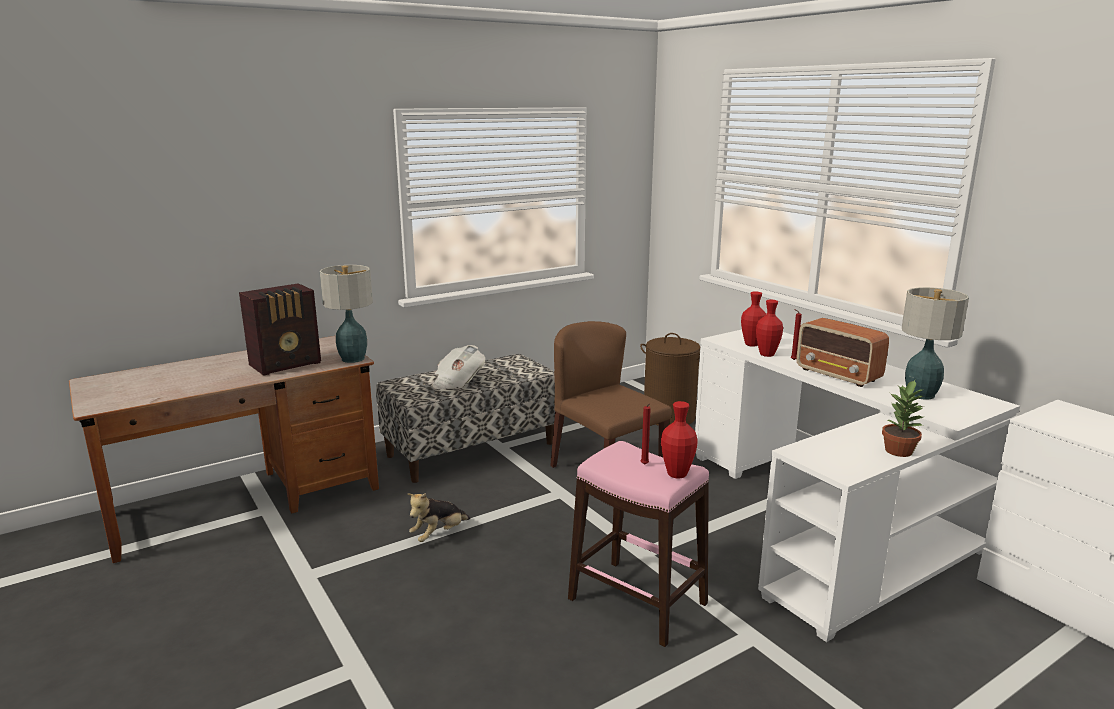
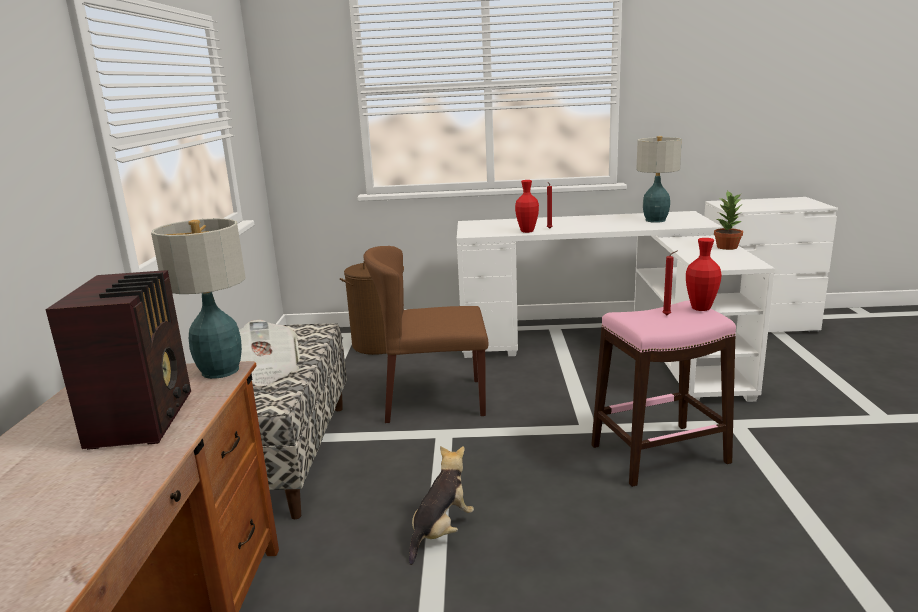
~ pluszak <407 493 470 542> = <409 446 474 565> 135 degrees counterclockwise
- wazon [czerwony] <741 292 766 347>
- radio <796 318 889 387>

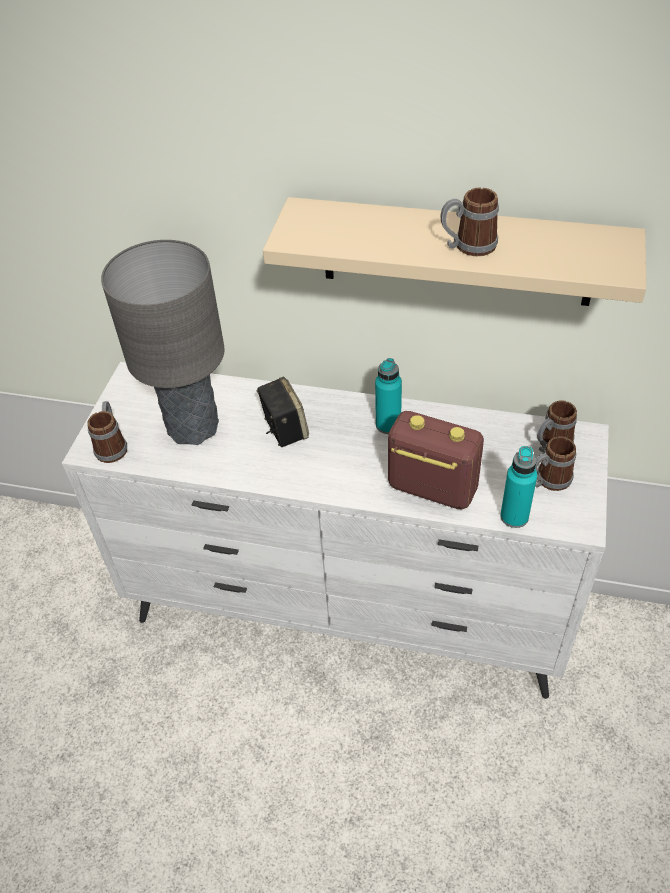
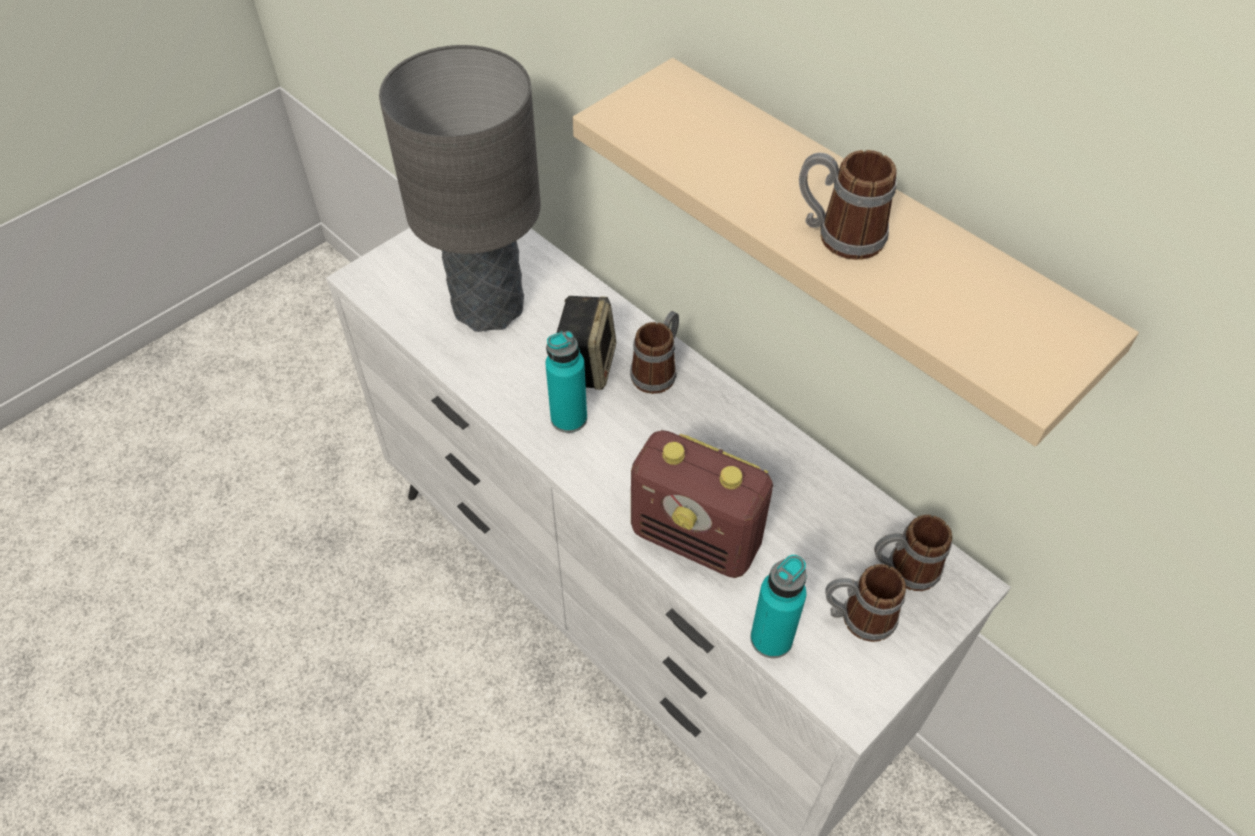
~ butelka [turkusowy] <375 358 402 434> to <545 331 587 433>
~ kubek <87 401 127 463> to <630 311 679 394>
~ radio <388 411 484 509> = <631 430 773 578> 150 degrees clockwise

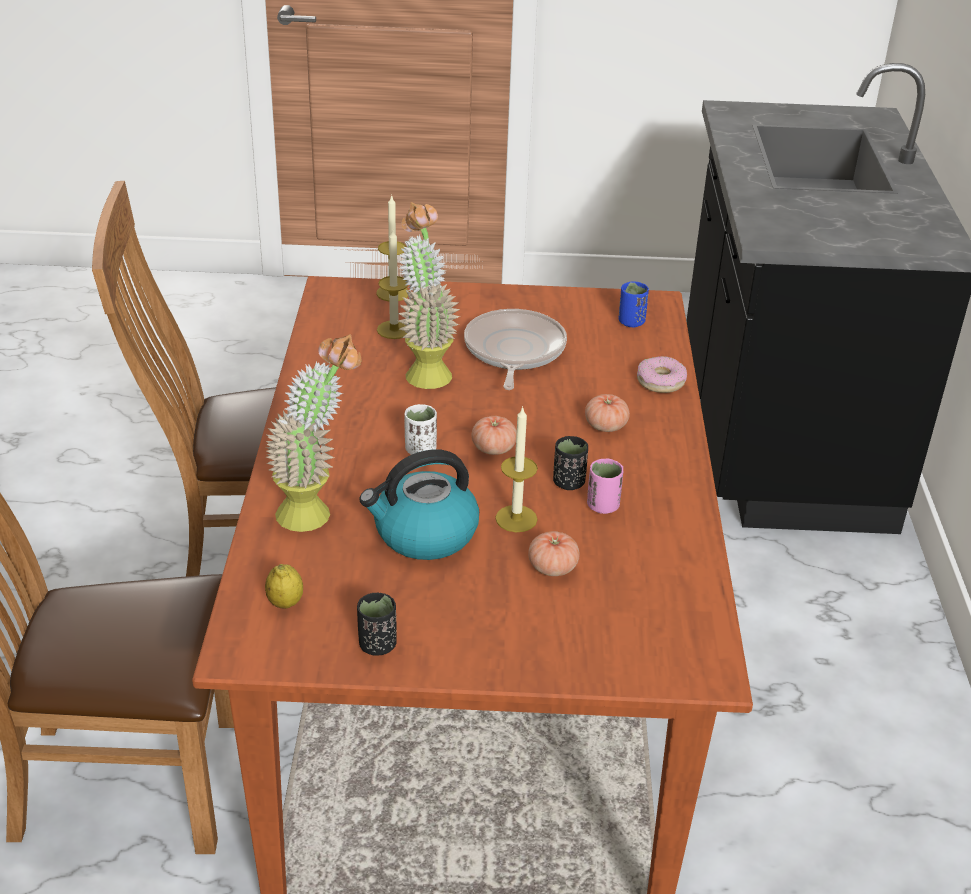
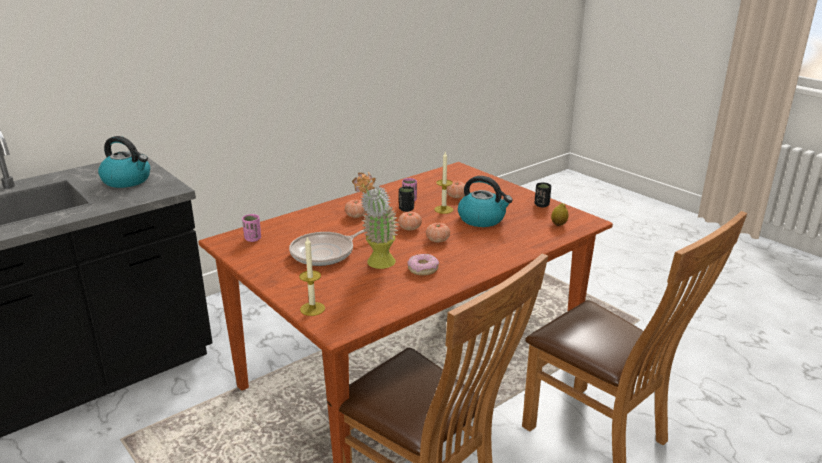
+ czajnik <98 136 150 188>
~ filiżanka [niebieski] <619 281 649 327> to filiżanka [różowy] <242 214 261 242>
~ donut <637 356 687 393> to <407 254 439 275>
~ filiżanka [biały] <404 404 437 455> to pomidor <426 223 450 242>
- roślina doniczkowa <266 334 362 532>
- świeca <377 230 408 339>

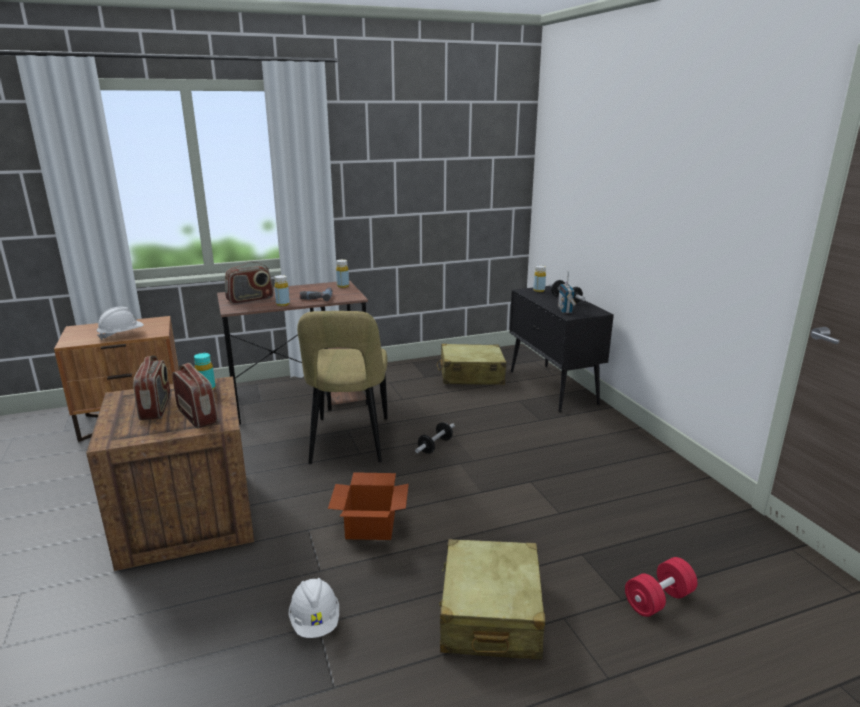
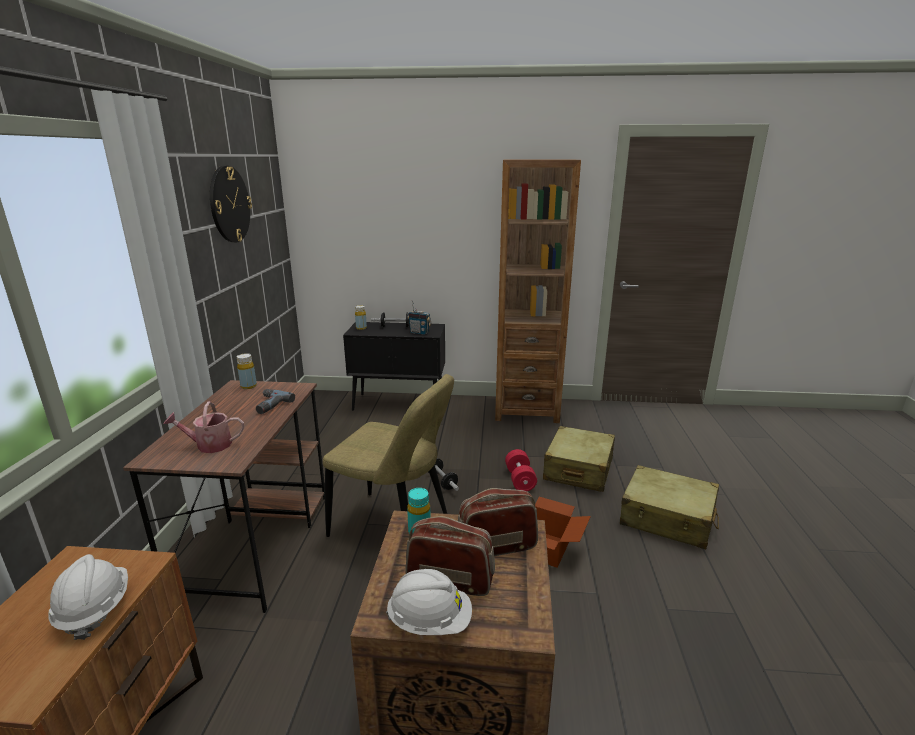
~ radio <225 261 274 304> to konewka <164 401 244 453>
+ zegar ścienny <210 166 252 242>
~ kask [biały] <288 578 339 638> to <386 569 472 635>
+ regał [brązowy] <495 159 581 423>
~ hantel [czerwony] <625 557 697 617> to <505 449 537 491>
~ walizka [beżowy] <437 344 506 385> to <543 426 615 492>
- butelka [żółty] <274 275 290 306>

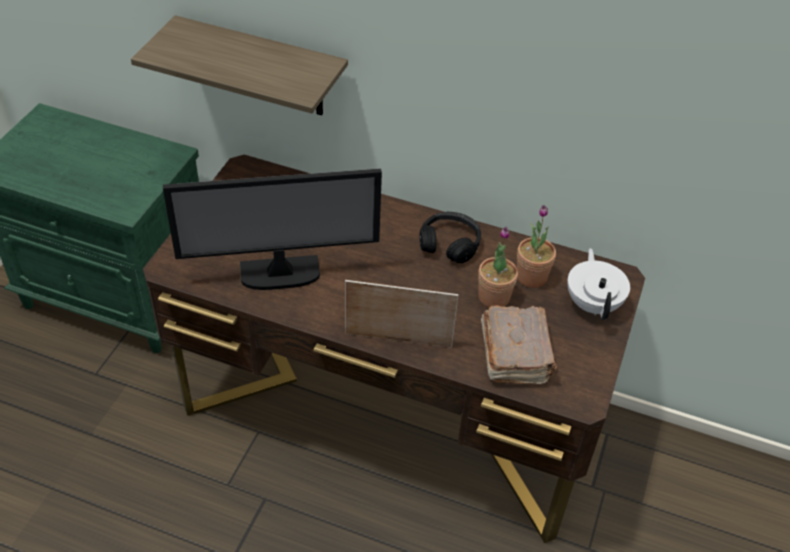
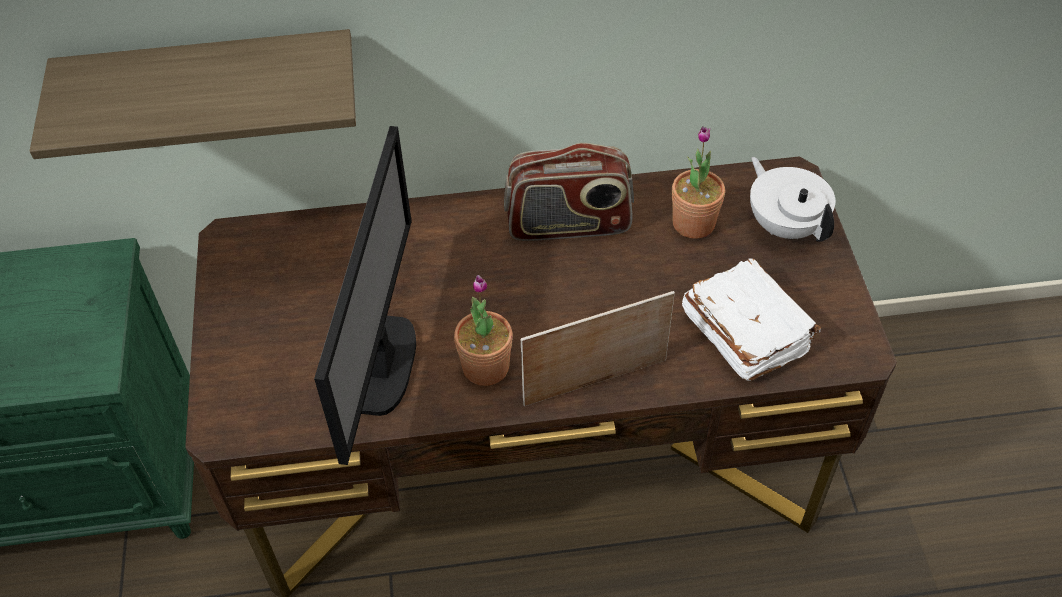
~ monitor <163 168 382 290> = <314 126 416 465> 45 degrees counterclockwise
~ roślina doniczkowa <478 226 518 308> to <454 275 513 386>
~ słuchawki [czarny] <419 212 481 263> to radio <504 143 634 241>
~ książka [brązowy] <481 305 557 384> to książka [biały] <682 259 821 381>

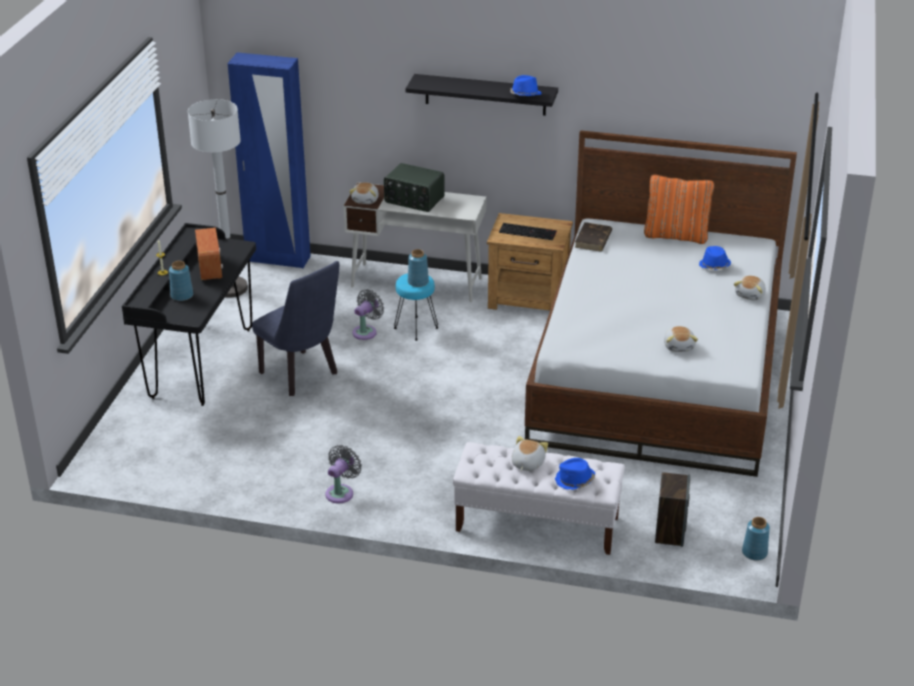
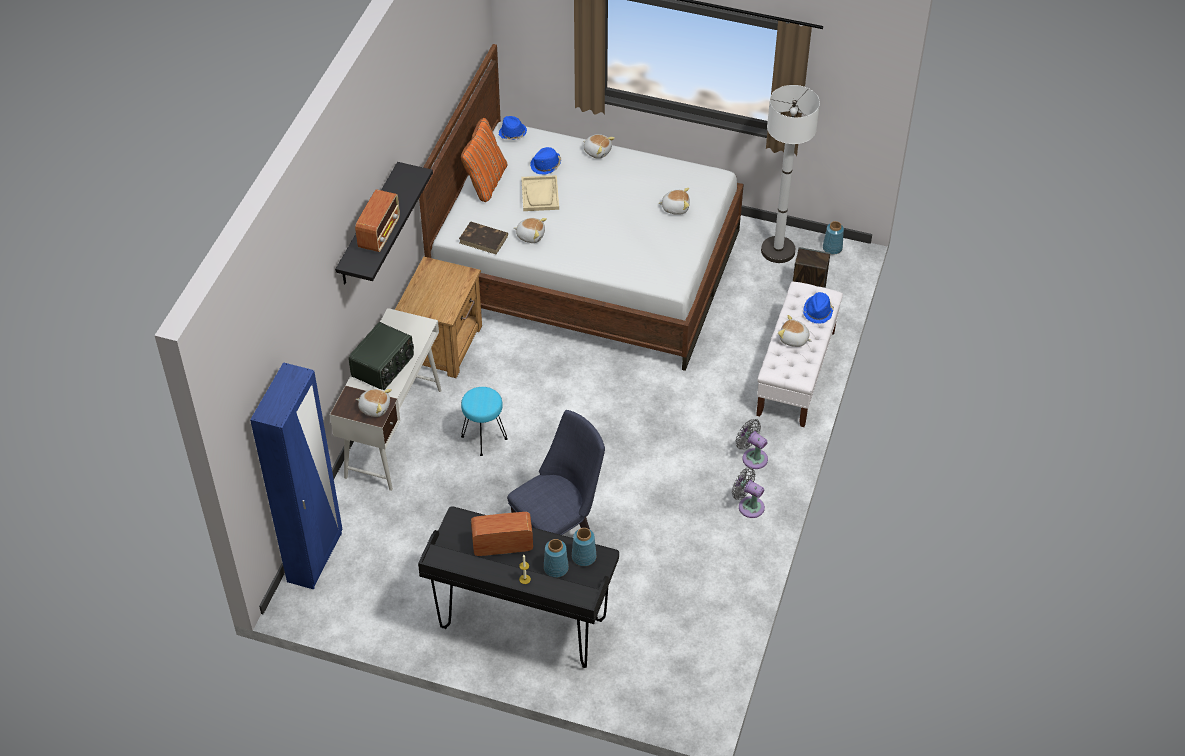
+ radio <355 189 400 252>
~ kapelusz [niebieski] <510 75 542 96> to <499 116 527 140>
+ pluszak <514 218 547 243>
+ taca [beżowy] <521 175 559 211>
~ wazon [niebieski] <408 249 429 287> to <572 528 596 566>
~ wentylator [szary] <352 289 384 340> to <735 419 768 469>
~ lampa stojąca [biały] <188 99 248 298> to <761 85 820 263>
- klawiatura <499 223 557 240>

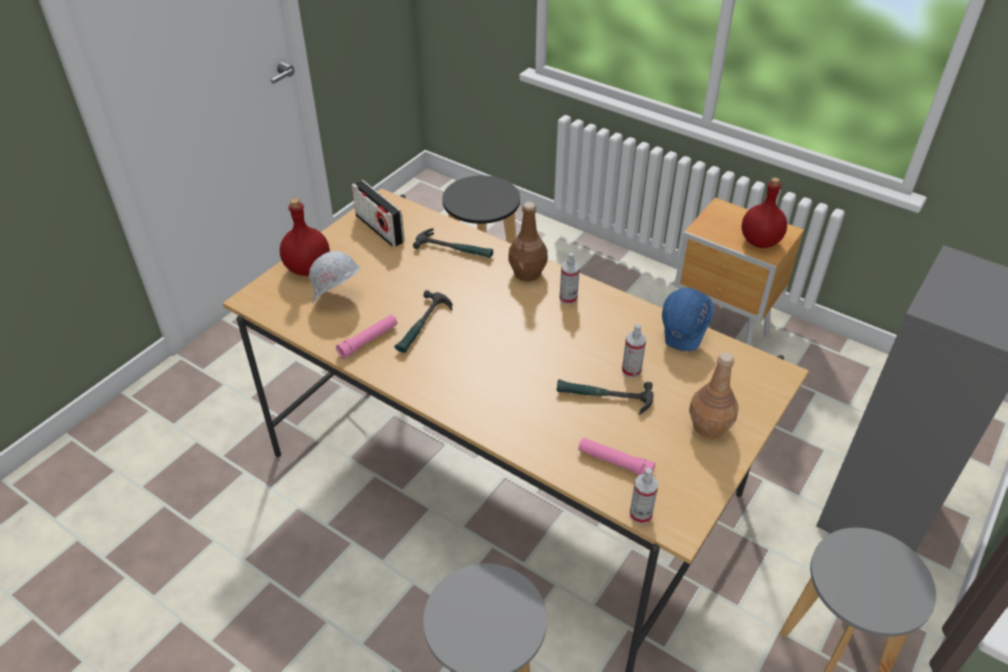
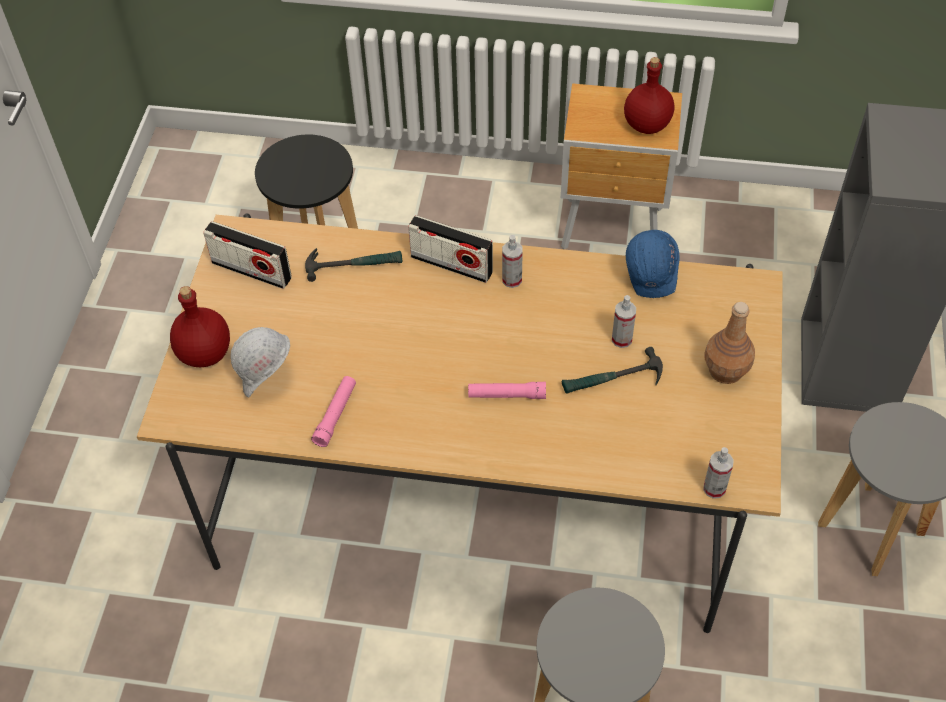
~ butelka [brązowy] <508 202 548 281> to radio <408 215 493 283>
~ latarka [różowy] <578 438 655 475> to <468 382 546 399>
- młotek <394 290 453 353>

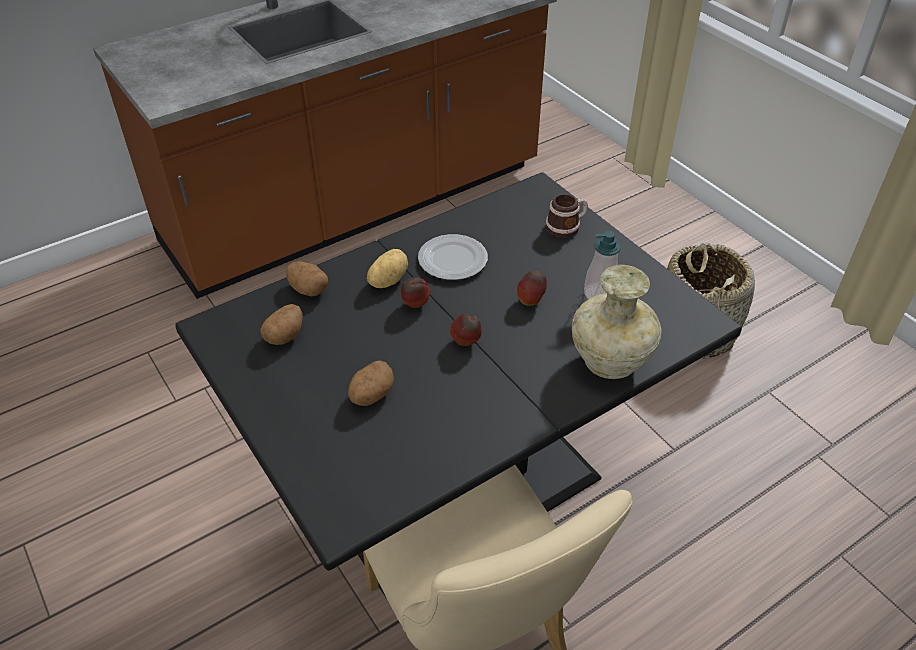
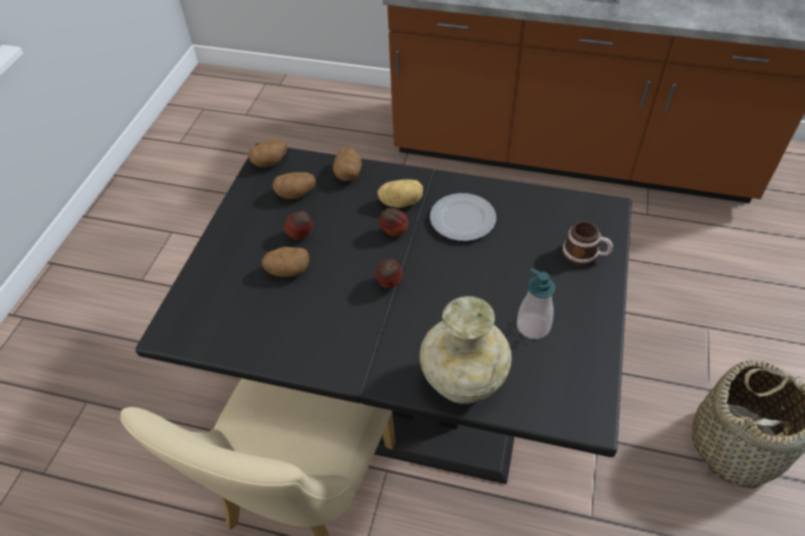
+ ziemniak <248 139 287 167>
~ jabłko <517 271 547 305> to <285 211 313 240>

